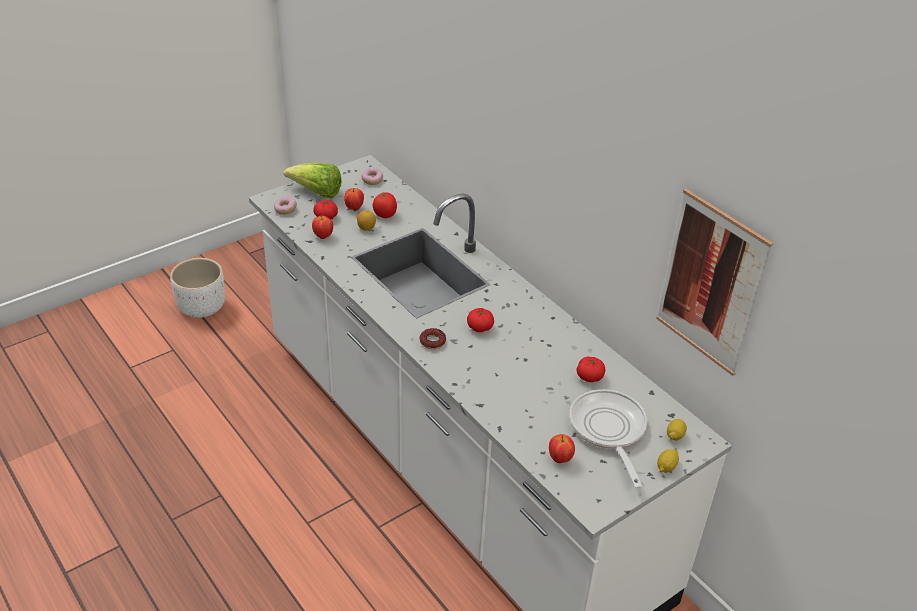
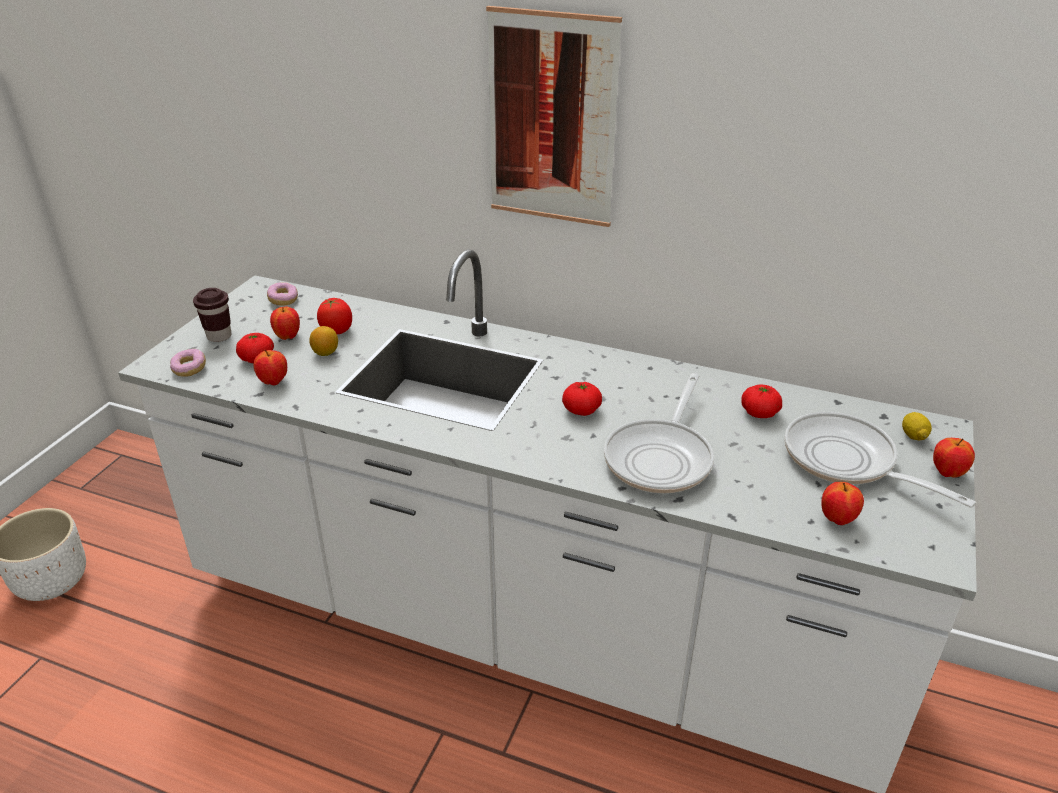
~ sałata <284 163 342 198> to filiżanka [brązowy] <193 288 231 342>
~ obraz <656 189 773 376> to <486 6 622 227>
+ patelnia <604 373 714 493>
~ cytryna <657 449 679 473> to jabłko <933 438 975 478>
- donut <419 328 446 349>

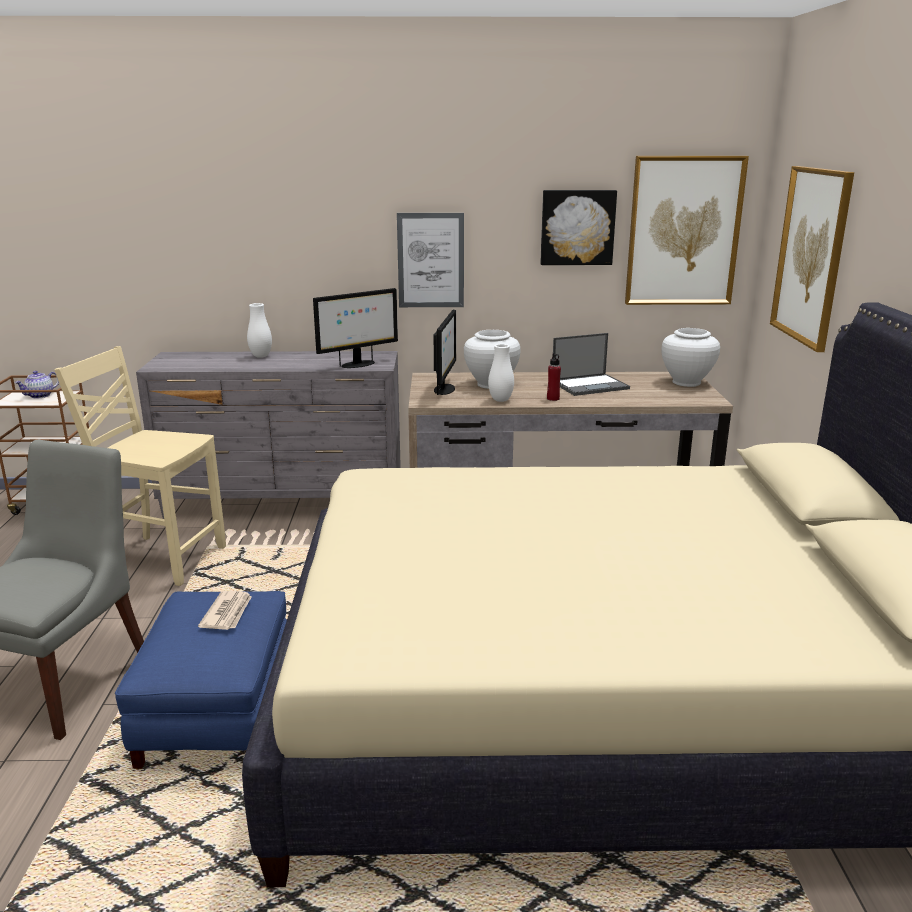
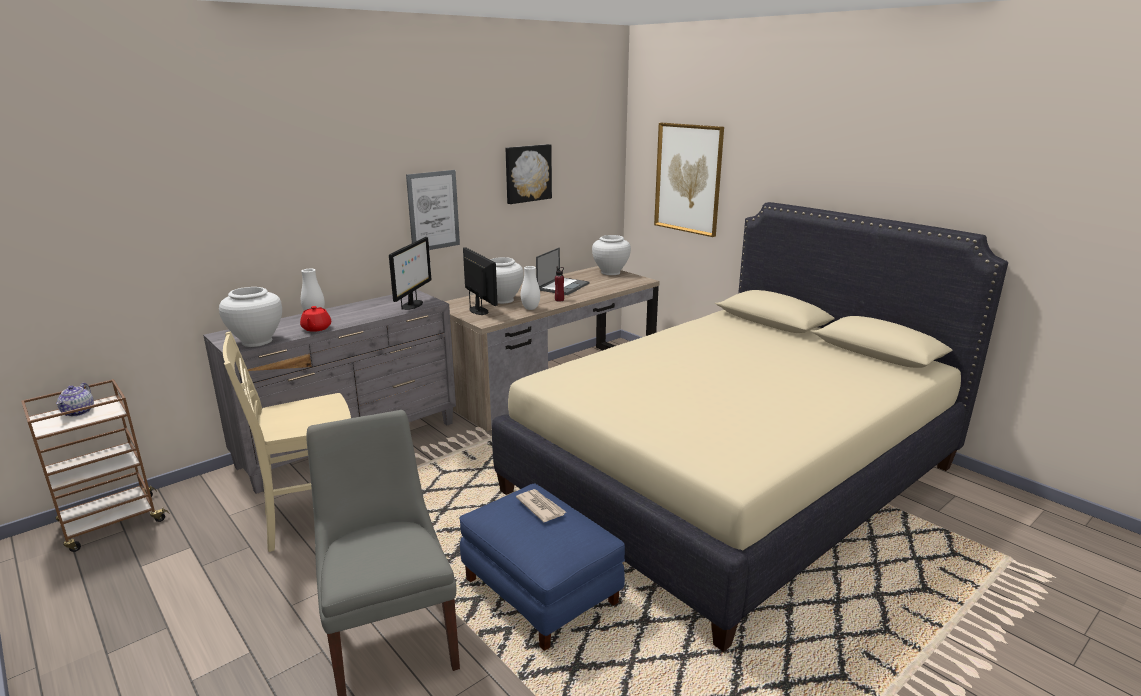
+ wazon [biały] <219 287 282 347>
+ imbryk [czerwony] <300 306 331 332>
- obraz <625 156 749 305>

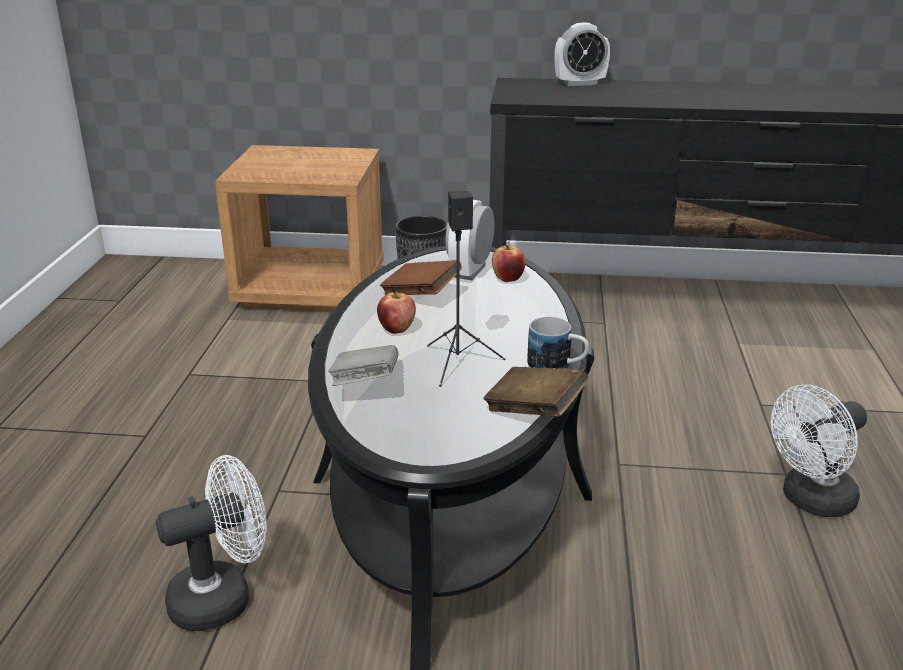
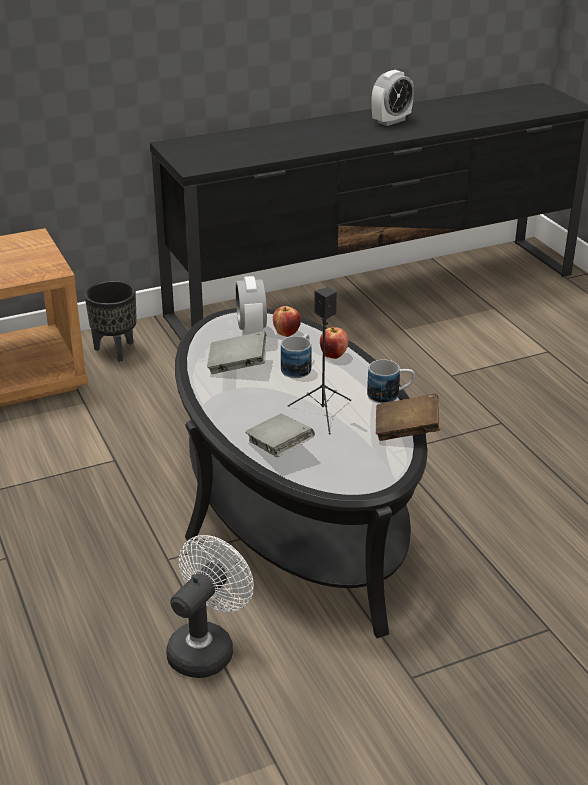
~ książka [brązowy] <380 260 462 295> to książka [szary] <207 331 267 374>
+ kubek <281 334 311 378>
~ jabłko <377 292 416 334> to <320 327 349 359>
~ budzik <554 23 610 86> to <371 70 414 126>
- wentylator [biały] <771 385 867 517>

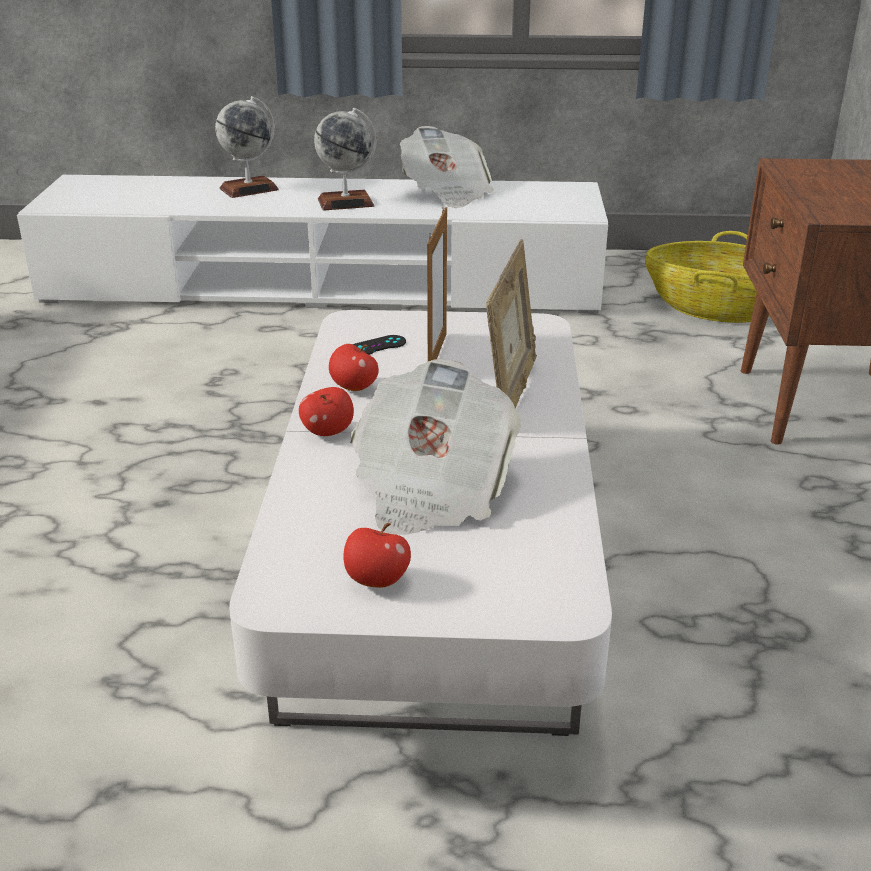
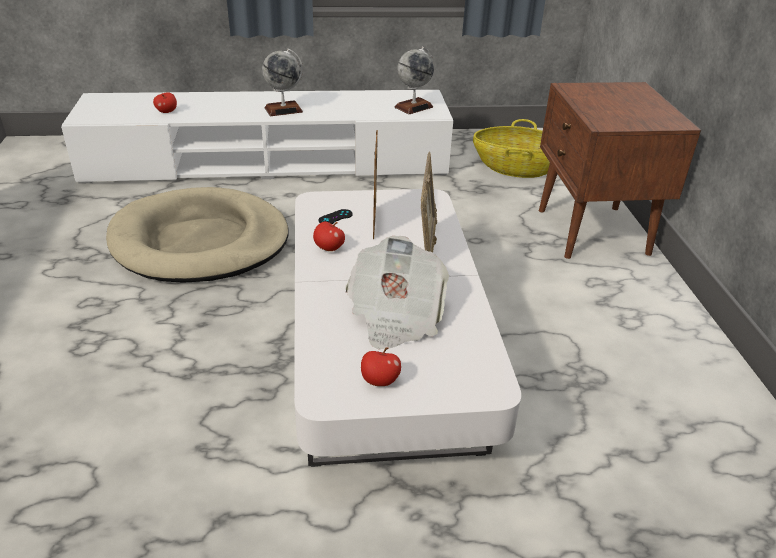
+ legowisko [beżowy] <106 187 289 283>
~ jabłko <299 387 354 436> to <153 92 177 113>
~ globus <215 96 279 198> to <394 47 434 115>
- gazeta <400 126 494 208>

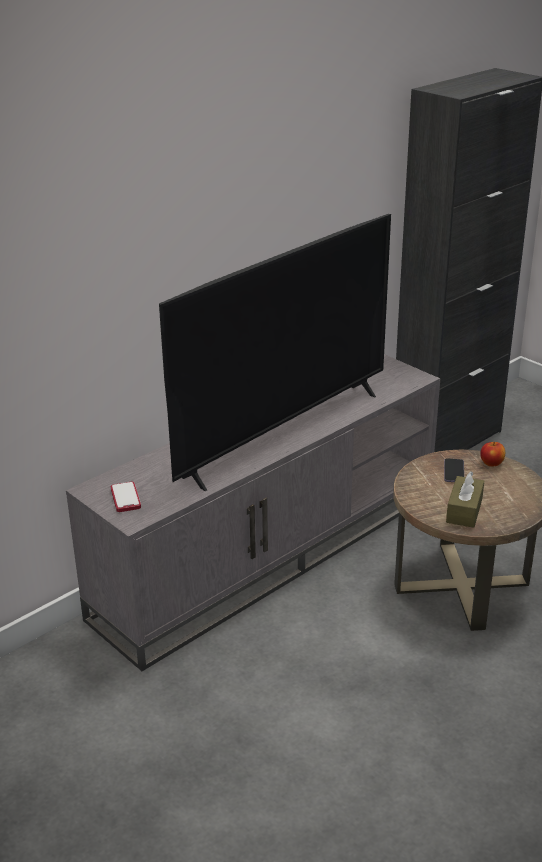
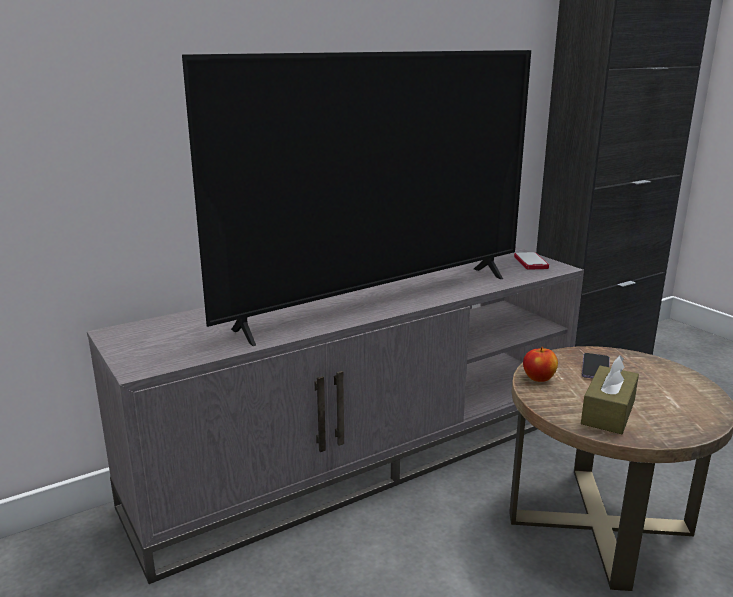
~ telefon <111 482 141 512> to <514 252 549 270>
~ jabłko <480 442 505 467> to <523 346 558 382>

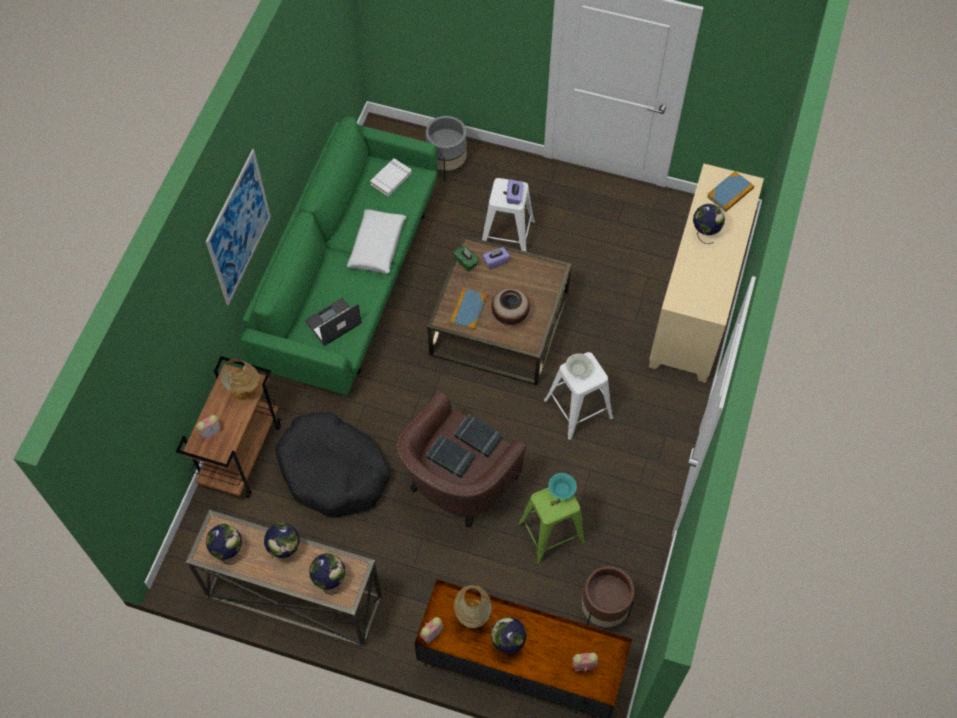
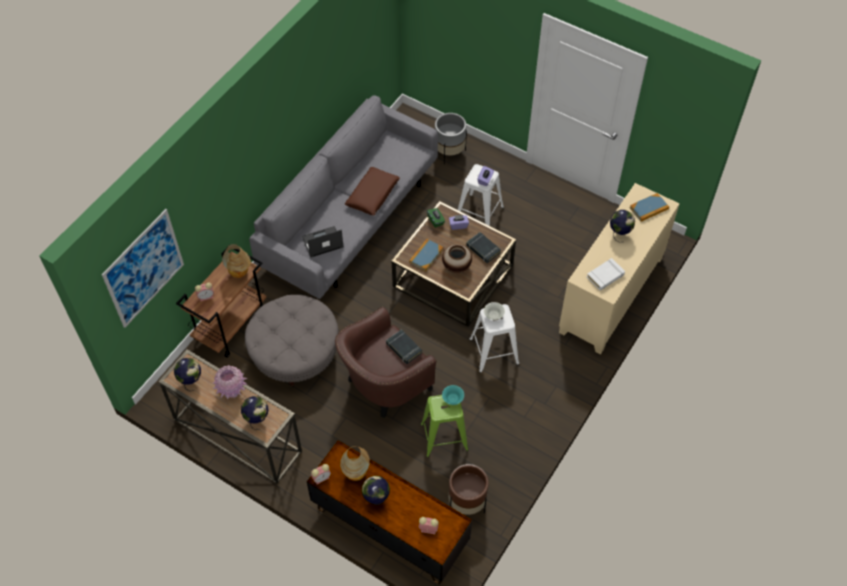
~ obraz <206 149 271 305> to <102 209 184 328>
~ globus <264 523 300 558> to wazon [różowy] <213 365 248 399>
~ legowisko [czarny] <275 412 391 517> to pufa [szary] <245 295 338 388>
~ kanapa [zielony] <240 116 438 395> to kanapa [szary] <249 96 438 299>
~ poduszka [biały] <347 209 406 274> to poduszka [brązowy] <345 167 400 216>
~ książka [czarny] <426 435 475 478> to <466 232 501 263>
~ książka [biały] <370 158 412 196> to <587 258 625 291>

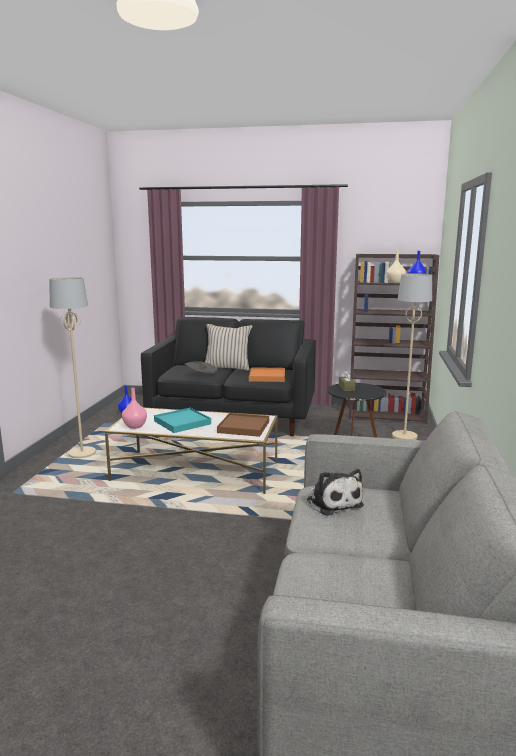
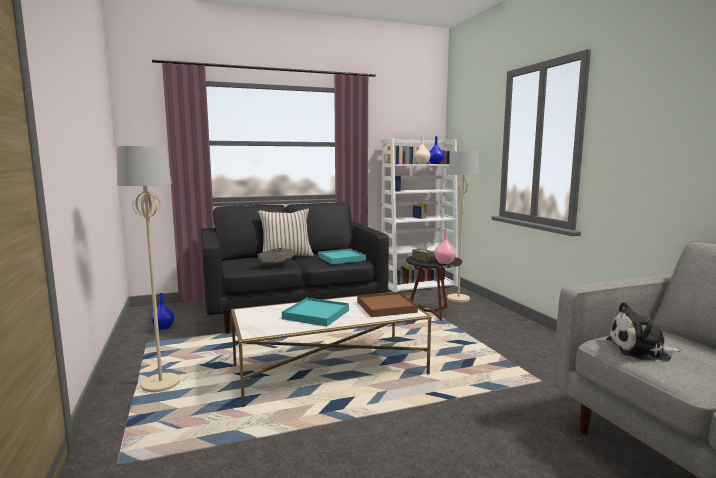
~ taca [pomarańczowy] <249 367 285 382> to taca [turkusowy] <318 249 366 264>
~ regał [brązowy] <349 254 439 424> to regał [biały] <381 138 458 292>
~ wazon [różowy] <122 388 147 429> to <435 229 456 264>
~ pluszak <307 469 364 516> = <606 302 681 361> 150 degrees clockwise

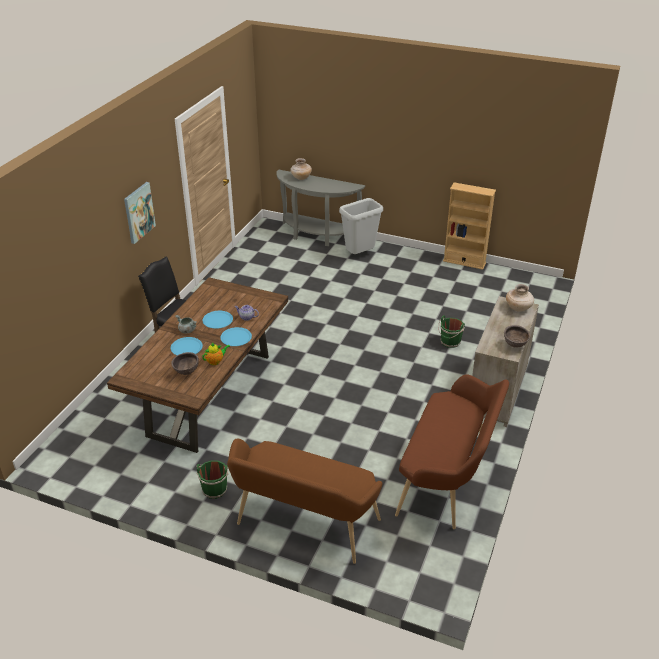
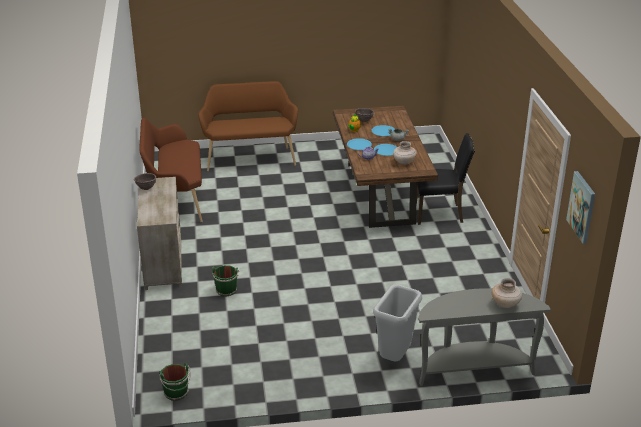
~ wiadro [zielony] <196 460 229 499> to <159 363 190 401>
~ wazon [beżowy] <506 284 534 312> to <393 141 417 165>
~ obraz <124 182 156 244> to <566 171 595 244>
- regał [beżowy] <443 182 496 270>

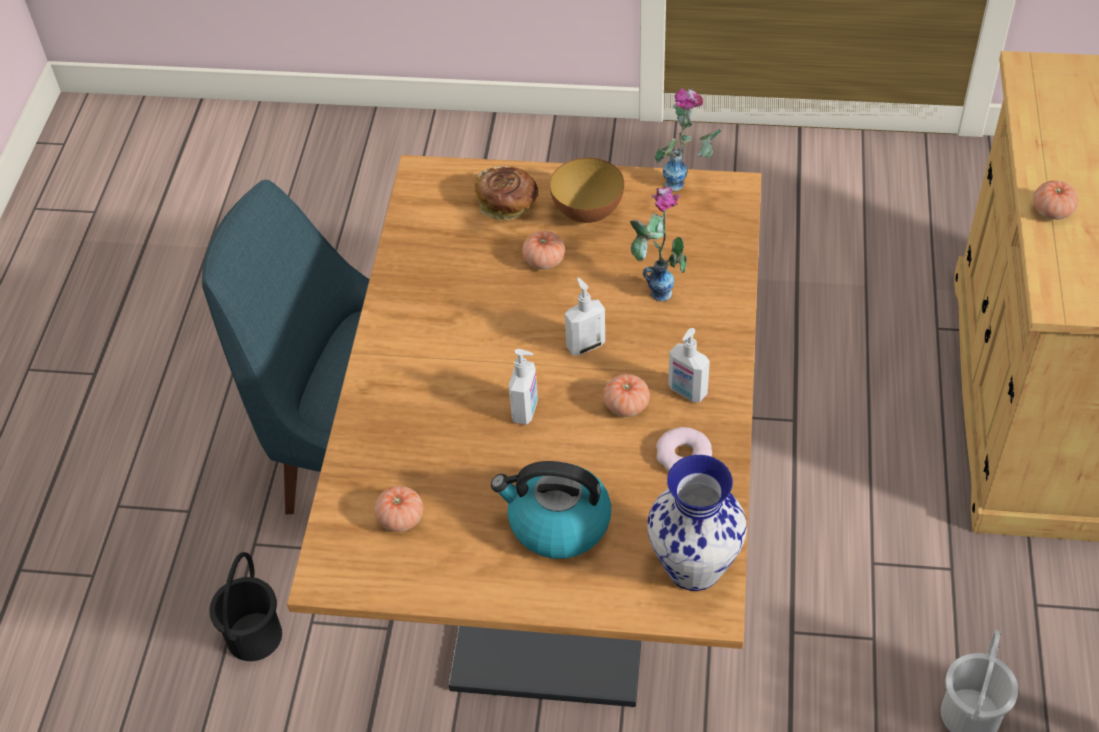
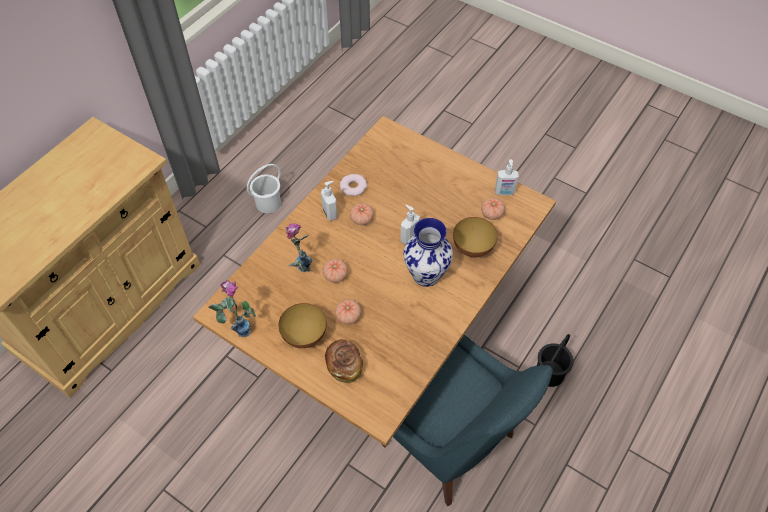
~ pomidor <1033 181 1078 220> to <323 259 348 283>
~ wazon <647 455 747 591> to <403 218 453 287>
+ miska <453 217 498 258>
~ dozownik mydła <565 278 605 355> to <495 159 519 195>
- czajnik <491 461 611 559>

